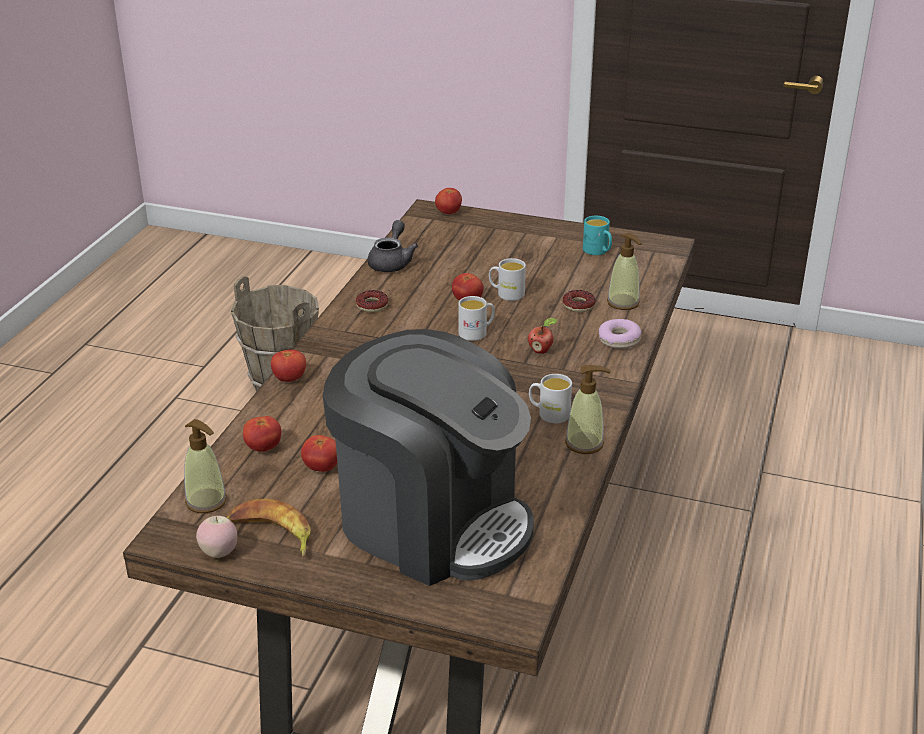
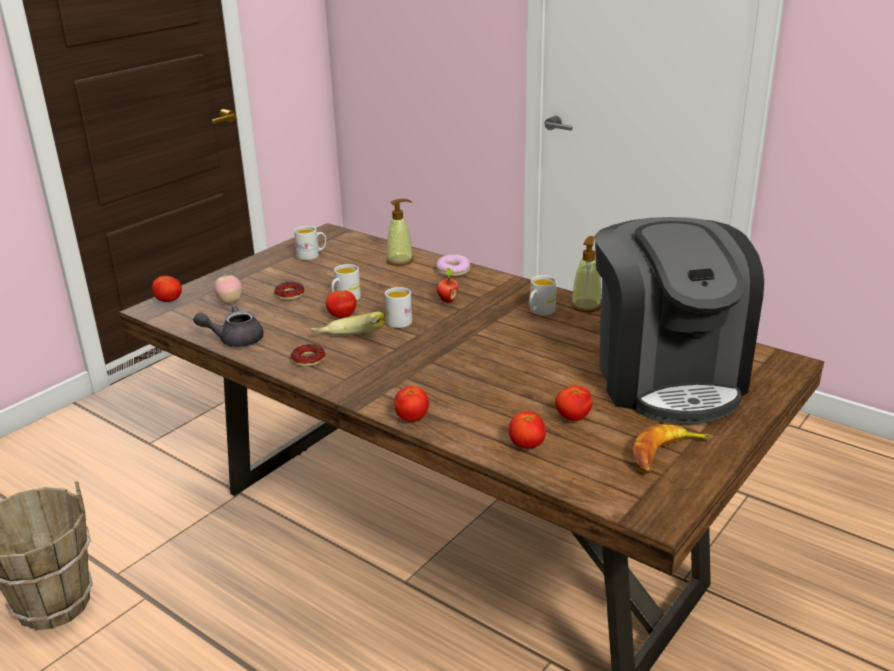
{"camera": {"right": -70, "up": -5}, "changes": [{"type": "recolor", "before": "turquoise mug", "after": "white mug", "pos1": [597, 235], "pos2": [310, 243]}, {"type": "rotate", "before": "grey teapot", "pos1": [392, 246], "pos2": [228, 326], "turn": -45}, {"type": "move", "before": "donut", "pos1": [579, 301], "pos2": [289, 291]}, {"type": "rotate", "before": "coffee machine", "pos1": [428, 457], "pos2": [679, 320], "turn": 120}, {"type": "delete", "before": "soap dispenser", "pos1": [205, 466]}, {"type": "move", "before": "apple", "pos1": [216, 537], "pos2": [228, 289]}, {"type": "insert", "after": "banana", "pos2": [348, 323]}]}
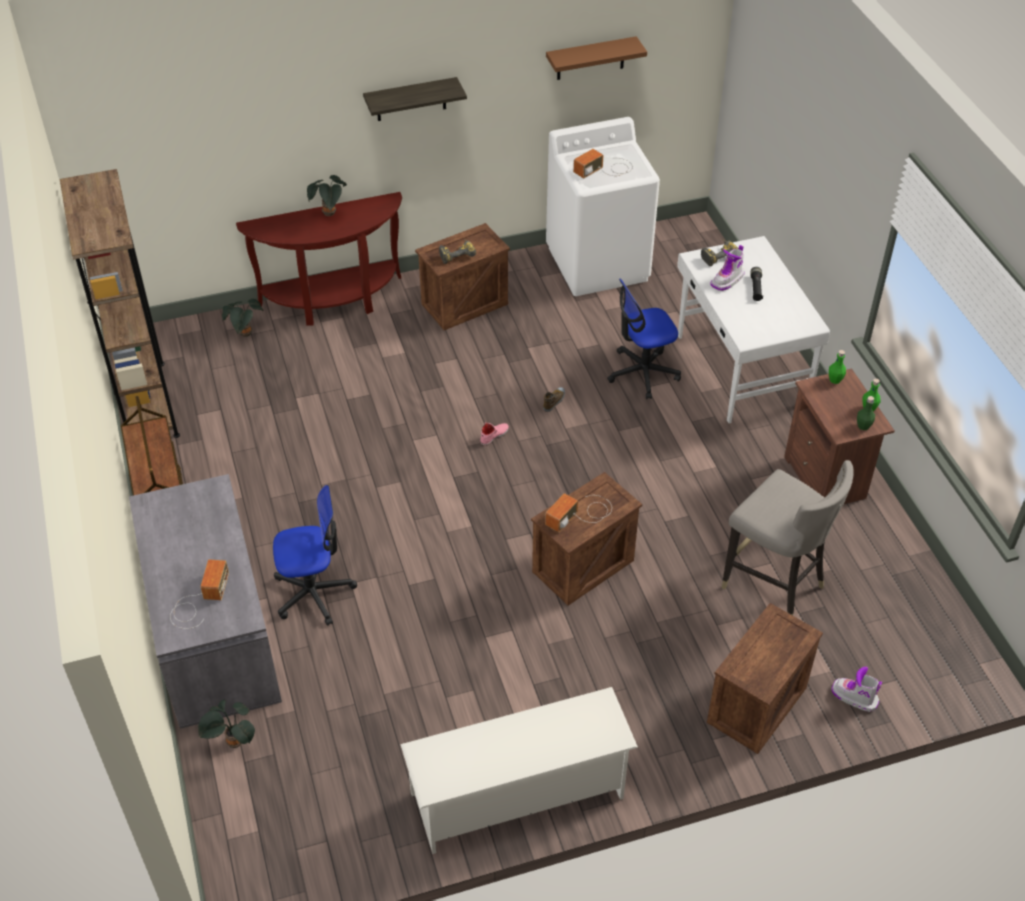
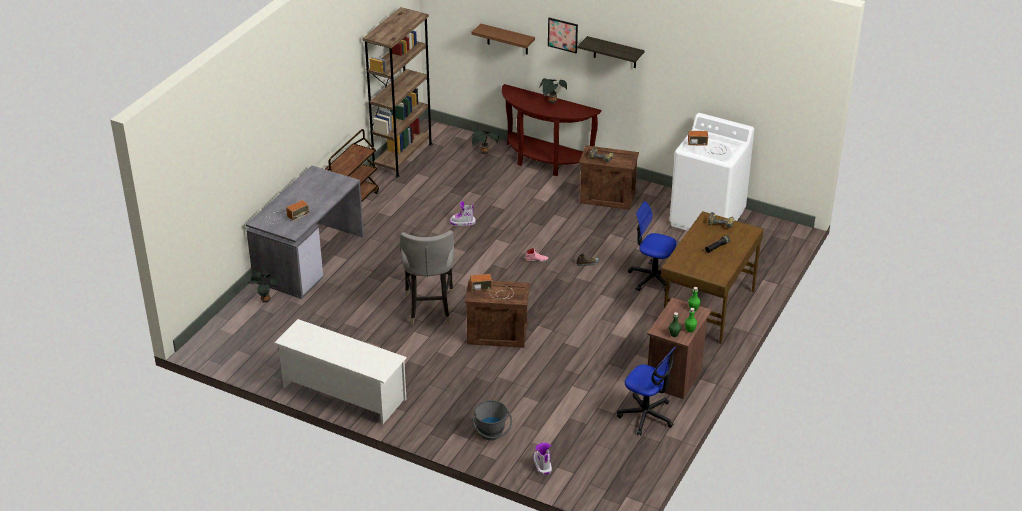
{"camera": {"right": 45, "up": -10}, "changes": [{"type": "move", "before": "brown shelf", "pos1": [596, 58], "pos2": [503, 39]}, {"type": "recolor", "before": "white desk", "after": "brown desk", "pos1": [753, 329], "pos2": [712, 277]}, {"type": "move", "before": "boot", "pos1": [727, 268], "pos2": [463, 213]}, {"type": "move", "before": "grey stool", "pos1": [787, 537], "pos2": [427, 277]}, {"type": "move", "before": "office chair", "pos1": [315, 555], "pos2": [646, 391]}, {"type": "replace", "before": "crate", "after": "grey bucket", "pos1": [765, 678], "pos2": [492, 420]}, {"type": "insert", "after": "picture", "pos2": [563, 35]}]}
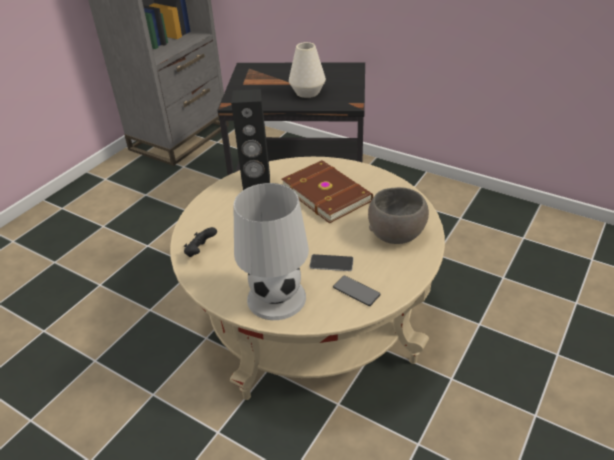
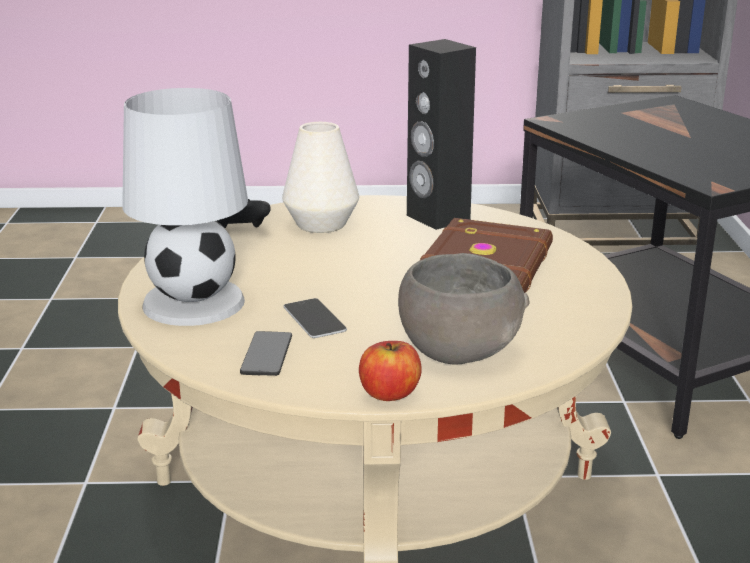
{"camera": {"right": 55, "up": -15}, "changes": [{"type": "move", "before": "white vase", "pos1": [307, 70], "pos2": [320, 177]}, {"type": "insert", "after": "apple", "pos2": [390, 371]}]}
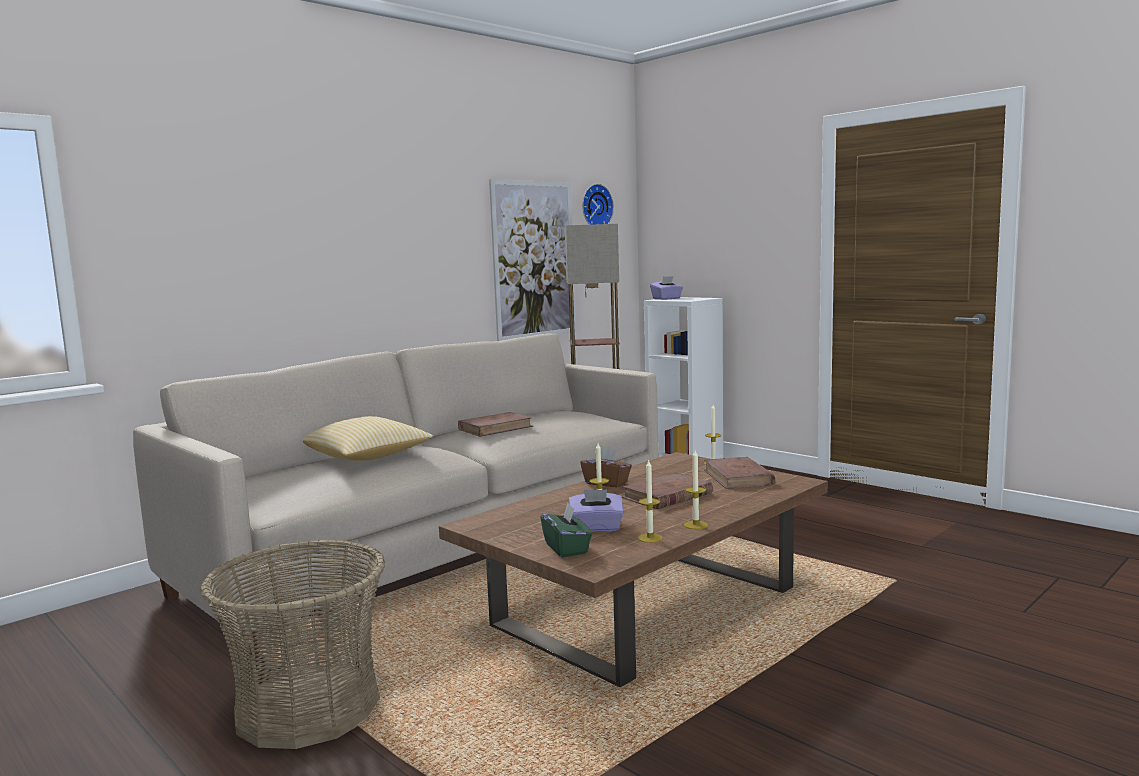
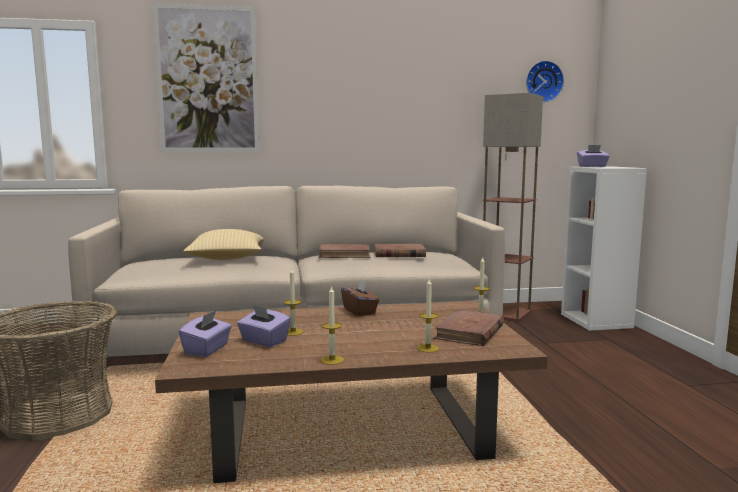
{"camera": {"right": 35, "up": 0}, "changes": [{"type": "move", "before": "picture", "pos1": [532, 260], "pos2": [206, 77]}, {"type": "move", "before": "candle", "pos1": [650, 501], "pos2": [428, 315]}, {"type": "move", "before": "brown book", "pos1": [667, 490], "pos2": [400, 250]}, {"type": "recolor", "before": "green tissue box", "after": "purple tissue box", "pos1": [566, 530], "pos2": [205, 333]}]}
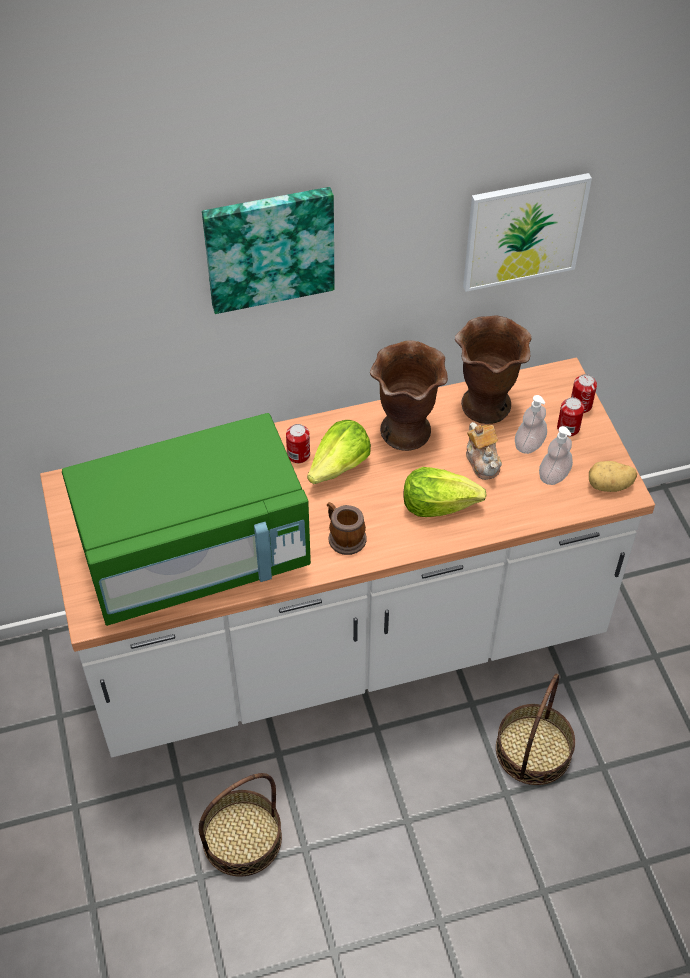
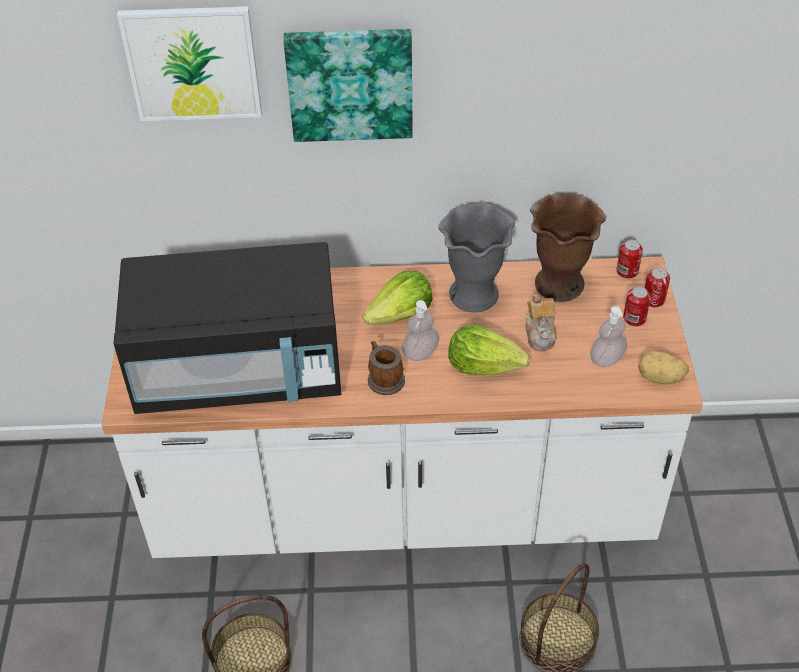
{"camera": {"right": 15, "up": -5}, "changes": [{"type": "move", "before": "picture", "pos1": [527, 232], "pos2": [189, 64]}, {"type": "recolor", "before": "brown vase", "after": "grey vase", "pos1": [409, 395], "pos2": [476, 258]}, {"type": "move", "before": "soap dispenser", "pos1": [531, 424], "pos2": [420, 330]}, {"type": "recolor", "before": "green microwave", "after": "black microwave", "pos1": [186, 519], "pos2": [227, 328]}, {"type": "move", "before": "can", "pos1": [298, 443], "pos2": [630, 259]}]}
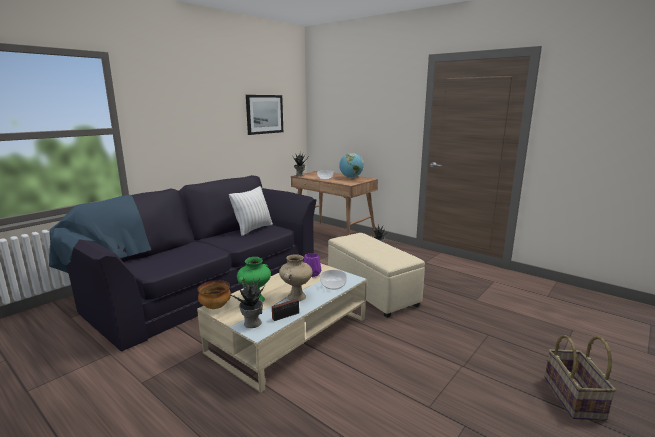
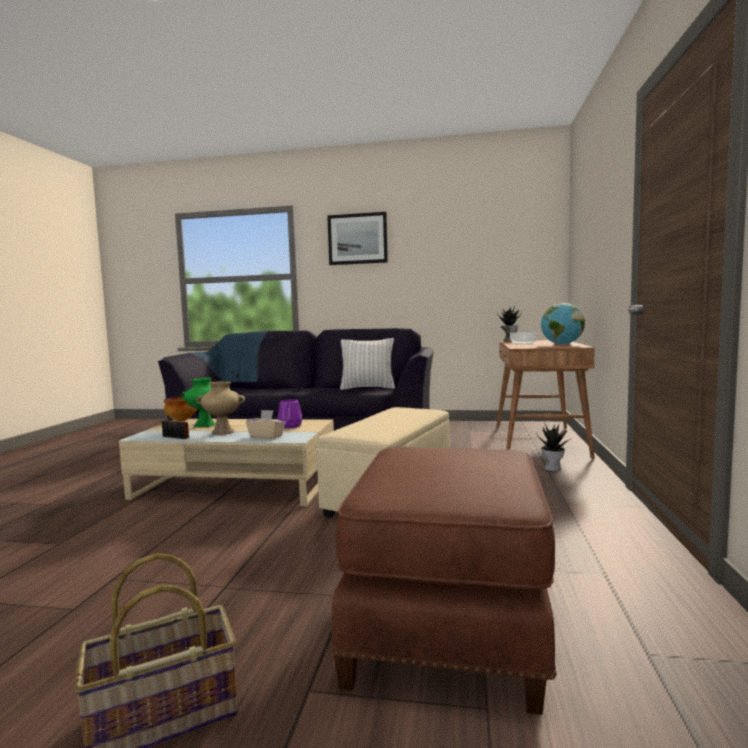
{"camera": {"right": 60, "up": -10}, "changes": [{"type": "move", "before": "picture", "pos1": [264, 115], "pos2": [357, 238]}, {"type": "replace", "before": "bowl", "after": "beige tissue box", "pos1": [333, 280], "pos2": [265, 424]}, {"type": "delete", "before": "potted plant", "pos1": [246, 303]}, {"type": "insert", "after": "brown ottoman", "pos2": [444, 581]}]}
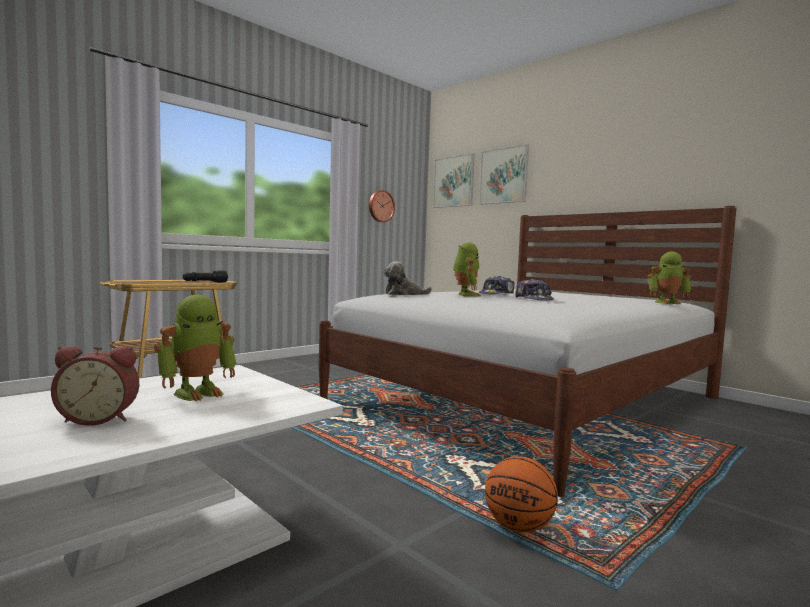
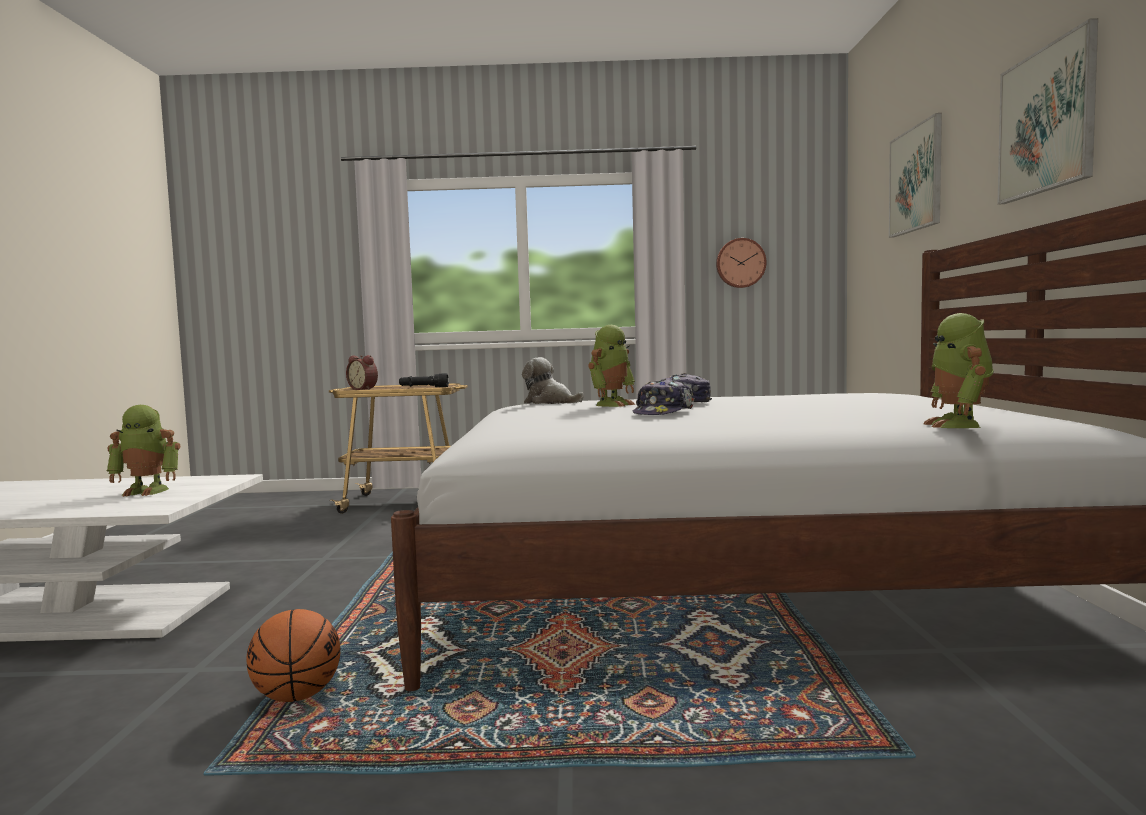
{"camera": {"right": 45, "up": 0}, "changes": [{"type": "move", "before": "picture", "pos1": [454, 180], "pos2": [1048, 111]}, {"type": "rotate", "before": "toy robot", "pos1": [670, 278], "pos2": [958, 370], "turn": 45}, {"type": "move", "before": "alarm clock", "pos1": [95, 386], "pos2": [362, 372]}]}
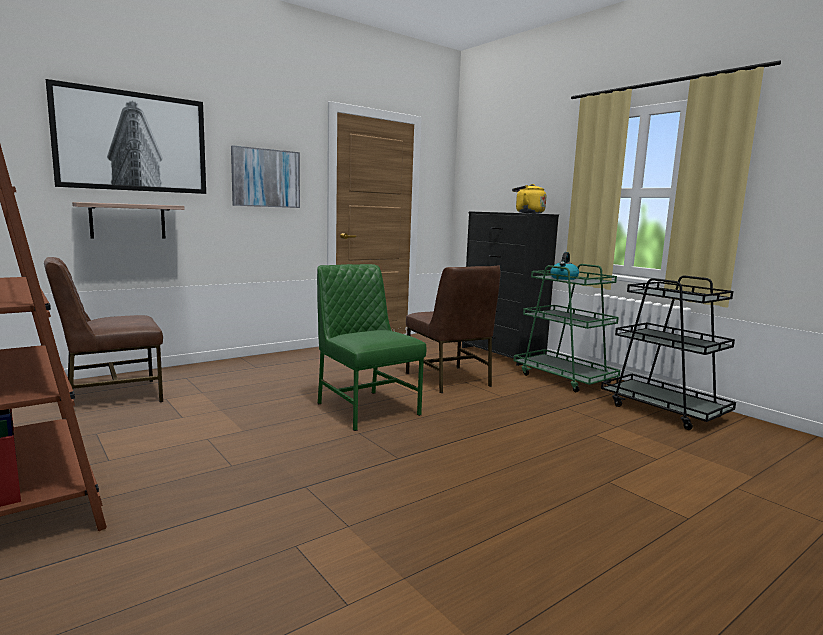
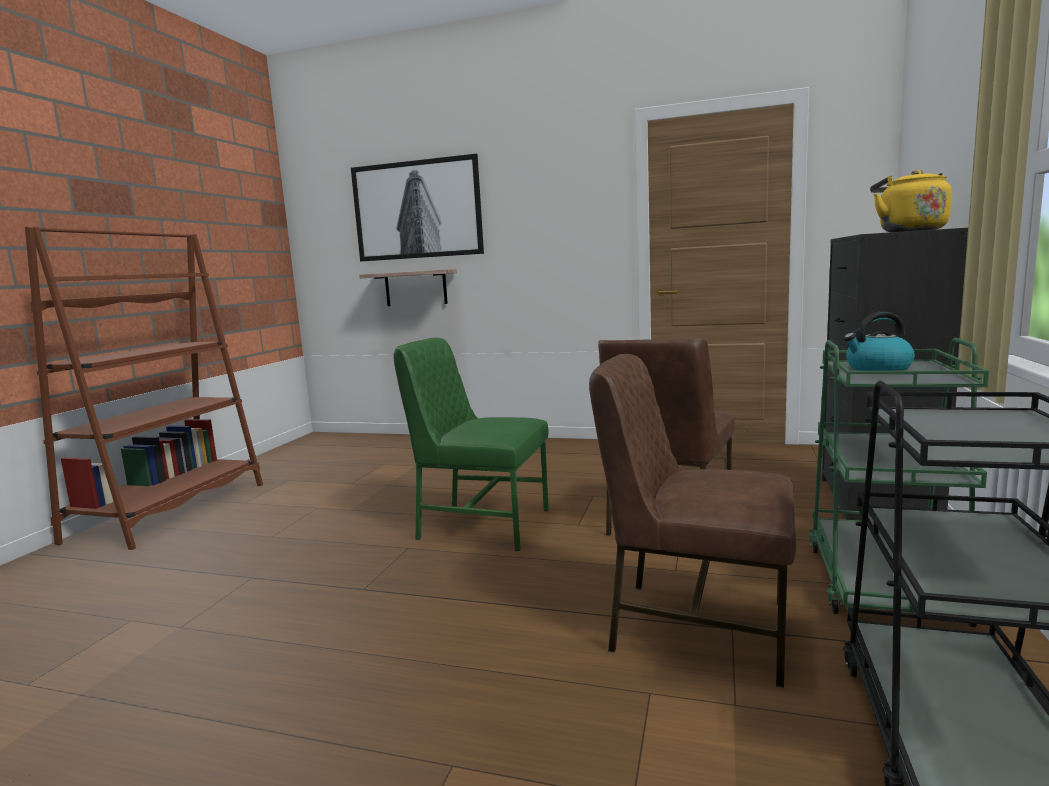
{"camera": {"right": 55, "up": 0}, "changes": [{"type": "delete", "before": "picture", "pos1": [265, 176]}, {"type": "move", "before": "brown chair", "pos1": [103, 329], "pos2": [692, 521]}, {"type": "rotate", "before": "green chair", "pos1": [371, 347], "pos2": [471, 444], "turn": -90}]}
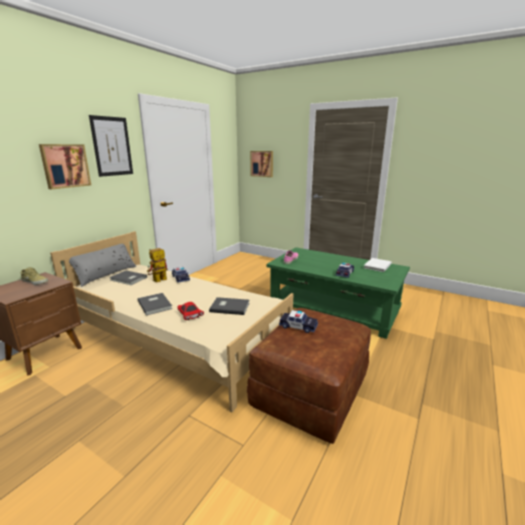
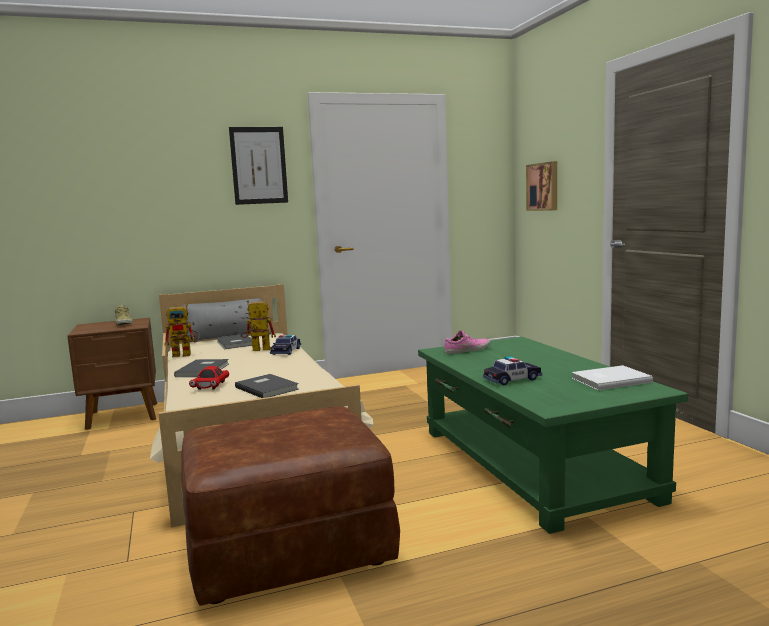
{"camera": {"right": 40, "up": -10}, "changes": [{"type": "delete", "before": "picture", "pos1": [65, 166]}, {"type": "delete", "before": "toy car", "pos1": [298, 321]}, {"type": "insert", "after": "toy robot", "pos2": [182, 331]}]}
